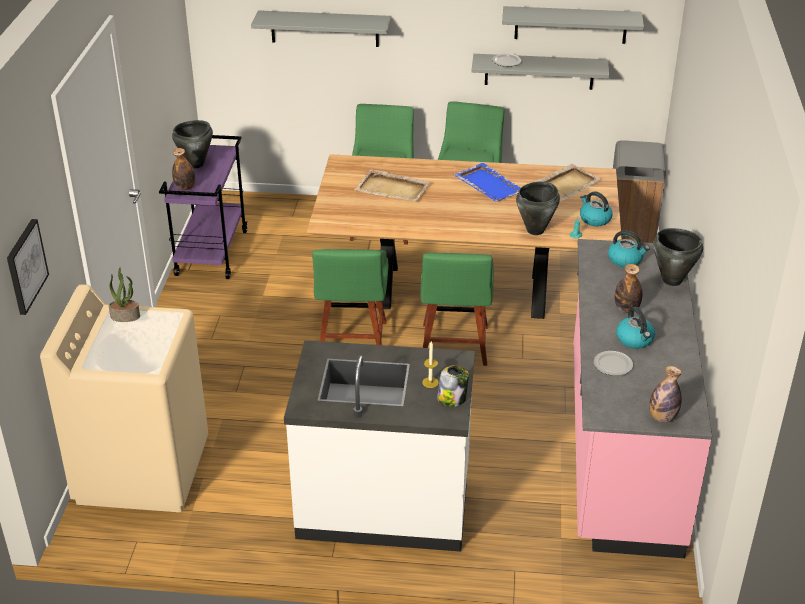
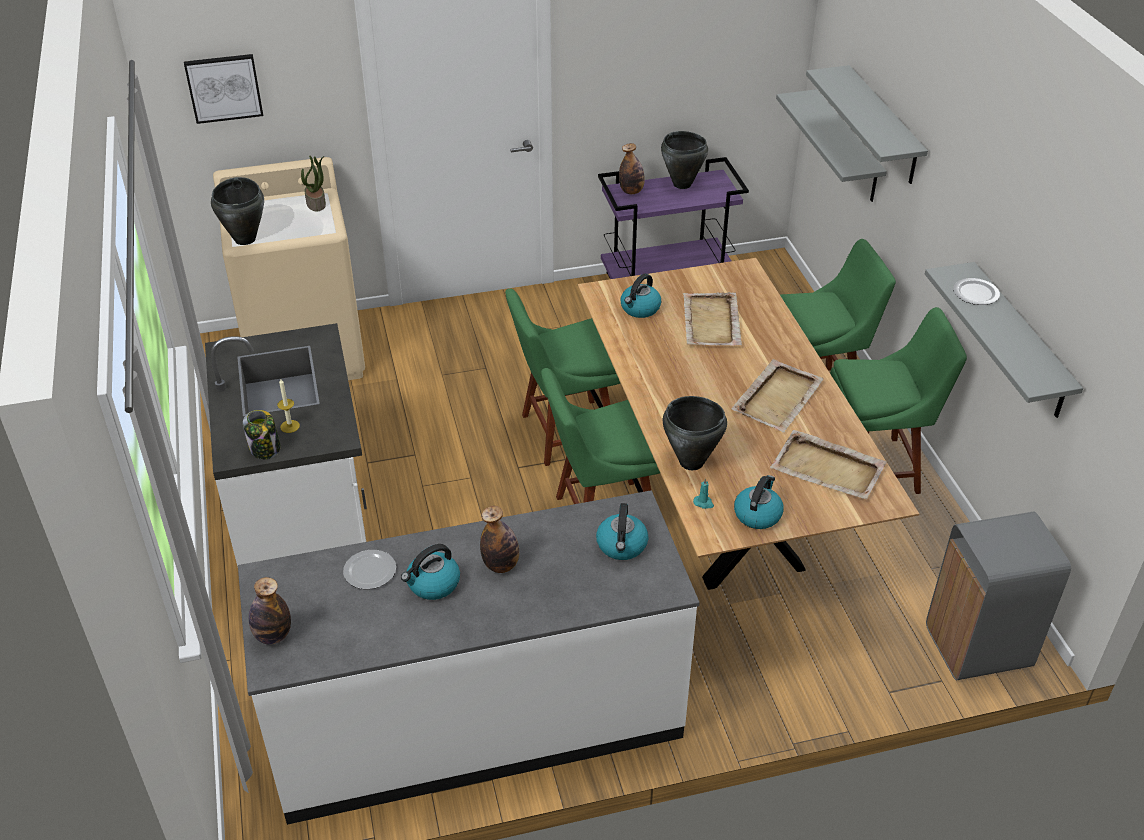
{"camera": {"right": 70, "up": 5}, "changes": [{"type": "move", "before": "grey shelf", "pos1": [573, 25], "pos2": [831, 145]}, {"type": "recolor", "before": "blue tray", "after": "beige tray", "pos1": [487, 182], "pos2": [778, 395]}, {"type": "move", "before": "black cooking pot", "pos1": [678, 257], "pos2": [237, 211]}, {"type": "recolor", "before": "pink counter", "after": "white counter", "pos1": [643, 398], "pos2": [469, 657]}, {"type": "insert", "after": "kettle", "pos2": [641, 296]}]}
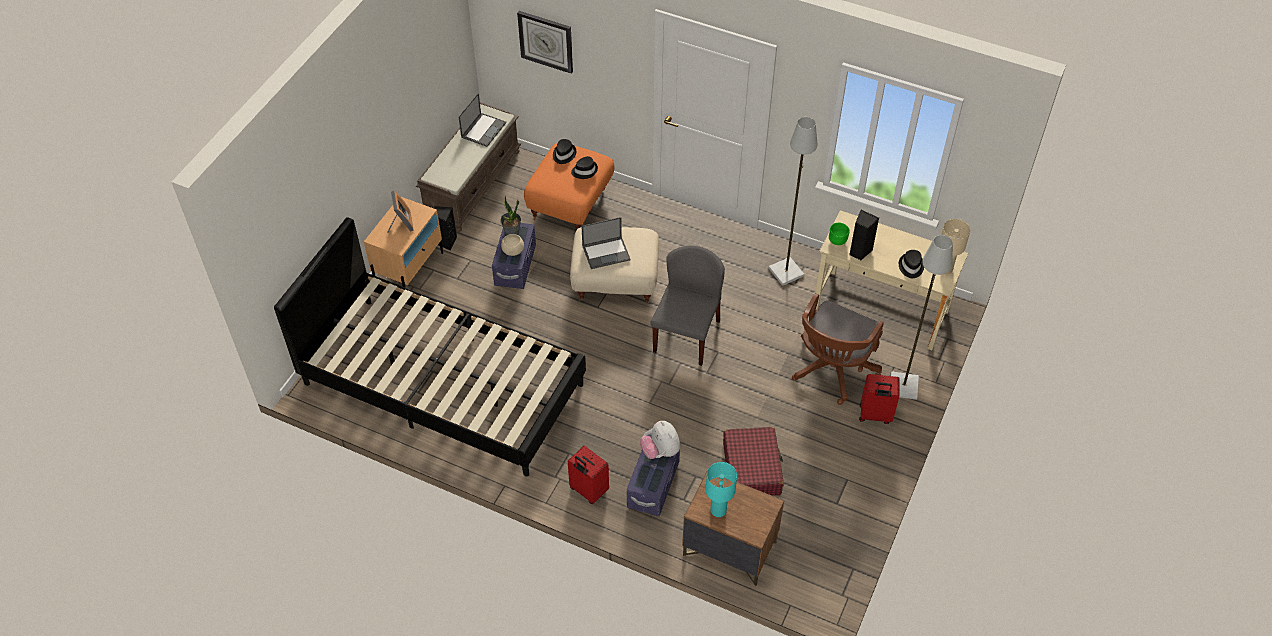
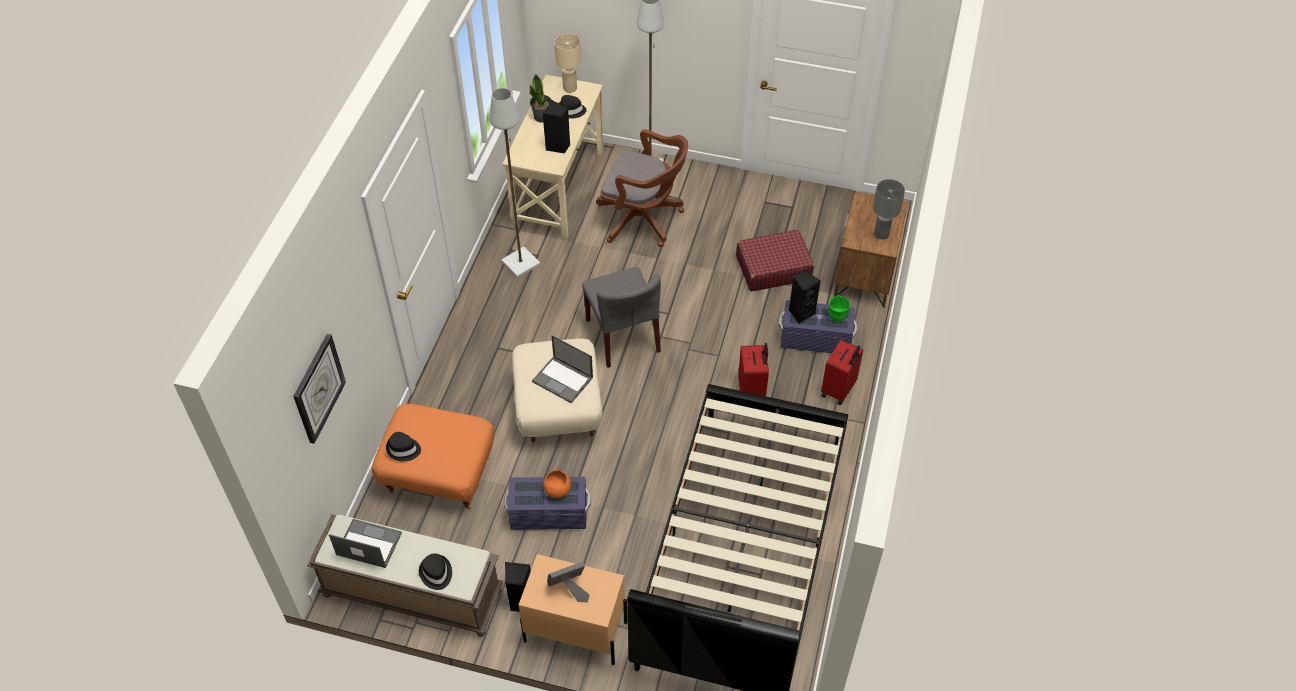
{"camera": {"right": -100, "up": 0}, "changes": [{"type": "move", "before": "black hat", "pos1": [584, 167], "pos2": [435, 571]}, {"type": "move", "before": "potted plant", "pos1": [510, 216], "pos2": [541, 98]}, {"type": "rotate", "before": "laptop", "pos1": [606, 243], "pos2": [562, 369], "turn": 150}, {"type": "move", "before": "green bowl", "pos1": [839, 234], "pos2": [839, 308]}, {"type": "recolor", "before": "beige bowl", "after": "orange bowl", "pos1": [512, 245], "pos2": [557, 484]}, {"type": "rotate", "before": "grey chair", "pos1": [687, 306], "pos2": [621, 317], "turn": -120}, {"type": "move", "before": "red suitcase", "pos1": [879, 399], "pos2": [753, 369]}, {"type": "replace", "before": "plush toy", "after": "black speaker", "pos1": [660, 440], "pos2": [805, 297]}, {"type": "recolor", "before": "turquoise table lamp", "after": "grey table lamp", "pos1": [721, 489], "pos2": [889, 209]}]}
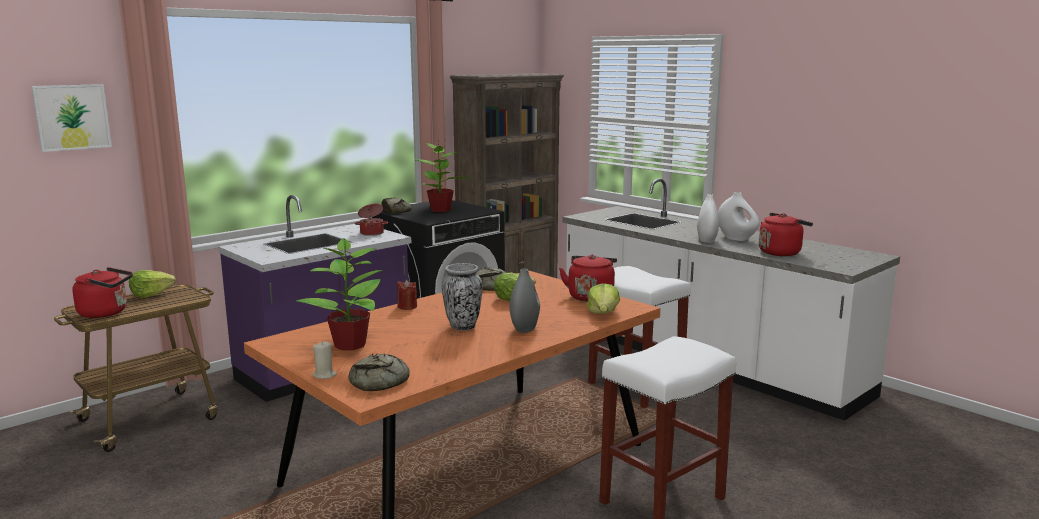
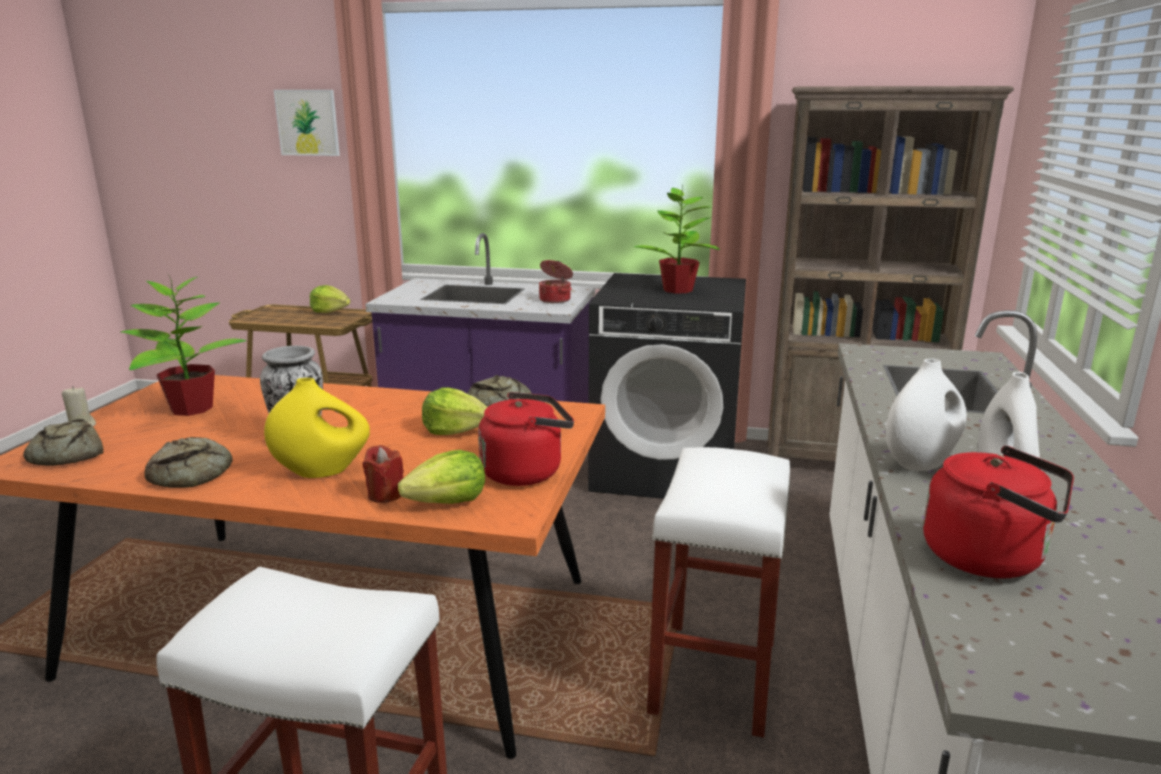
{"camera": {"right": 55, "up": 5}, "changes": [{"type": "move", "before": "bread", "pos1": [397, 206], "pos2": [188, 462]}, {"type": "delete", "before": "red kettle", "pos1": [102, 292]}, {"type": "recolor", "before": "grey vase", "after": "yellow vase", "pos1": [525, 300], "pos2": [317, 428]}, {"type": "move", "before": "red candle", "pos1": [407, 295], "pos2": [383, 474]}]}
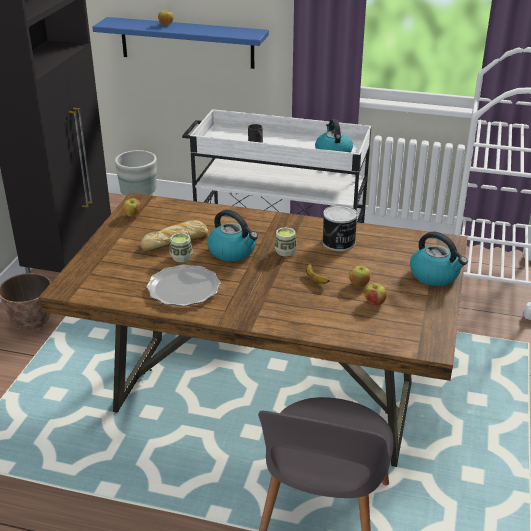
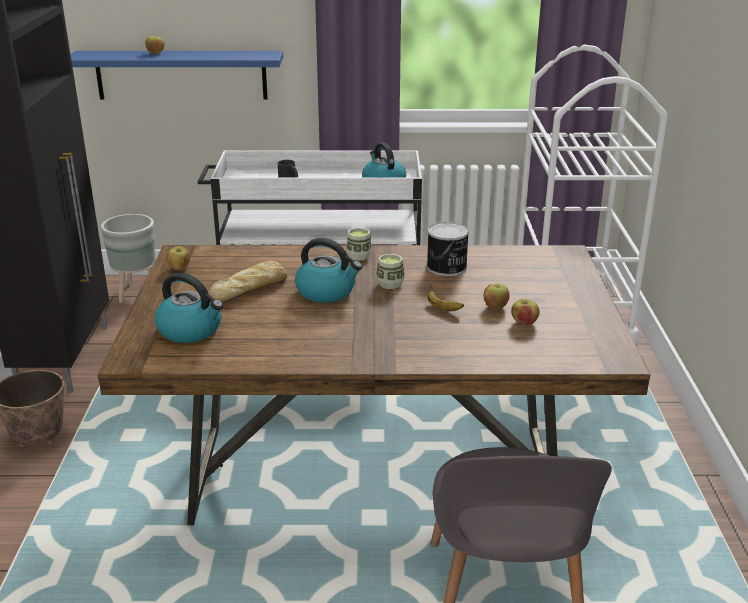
{"camera": {"right": -15, "up": -5}, "changes": [{"type": "move", "before": "kettle", "pos1": [439, 259], "pos2": [189, 308]}, {"type": "move", "before": "cup", "pos1": [181, 247], "pos2": [359, 244]}, {"type": "delete", "before": "plate", "pos1": [183, 285]}]}
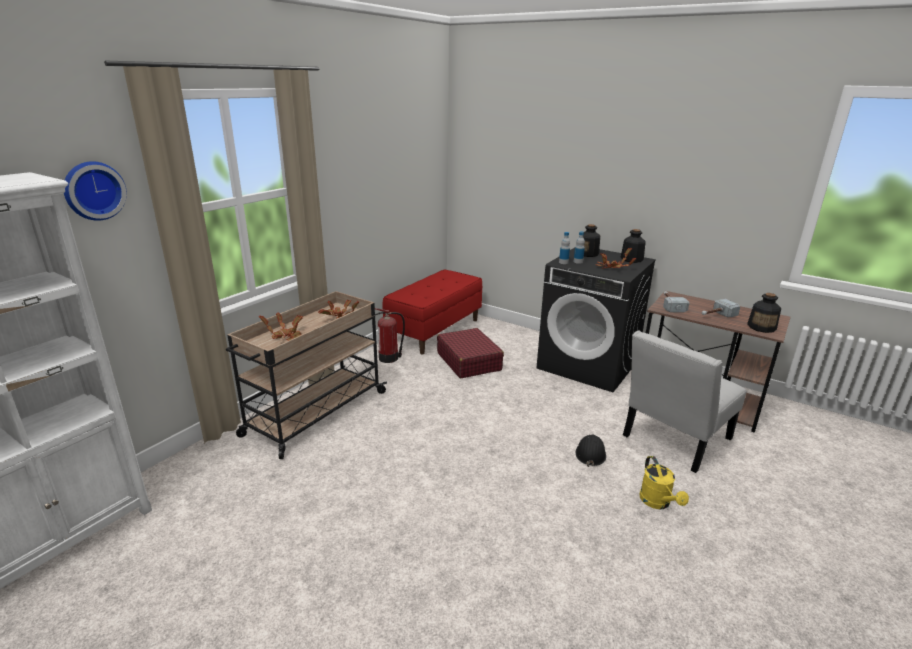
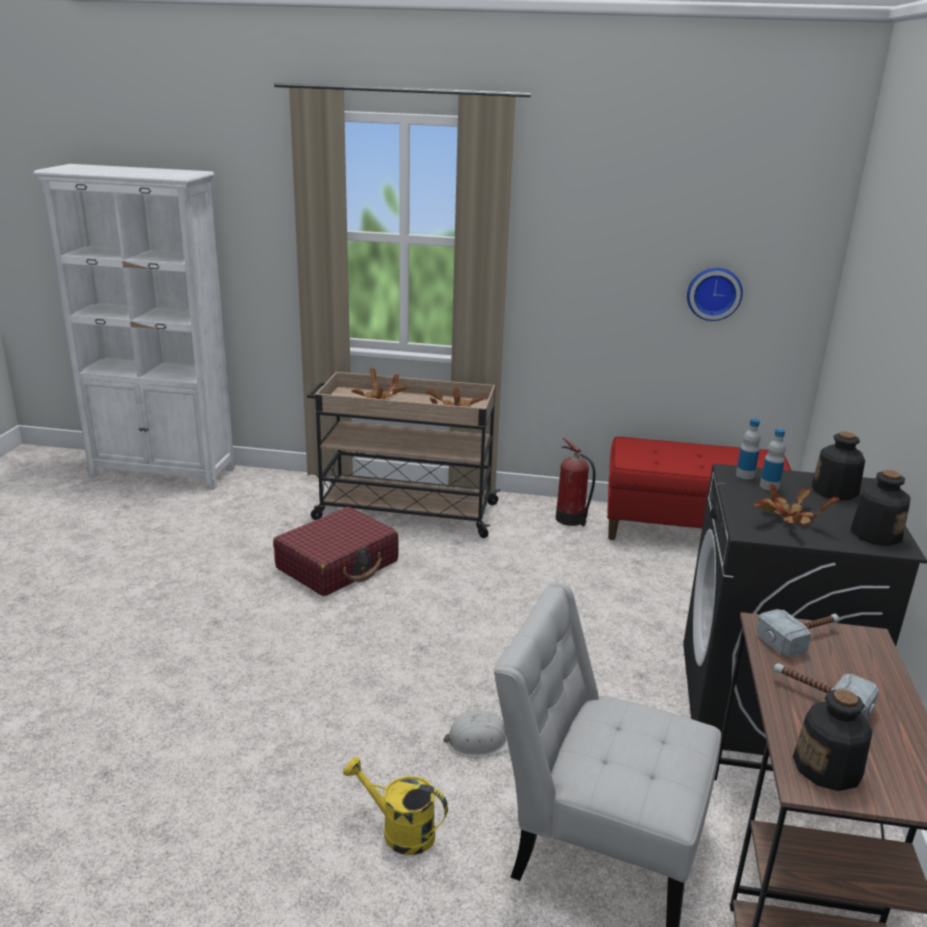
{"camera": {"right": 65, "up": 0}, "changes": [{"type": "move", "before": "wall clock", "pos1": [95, 191], "pos2": [715, 294]}, {"type": "move", "before": "red suitcase", "pos1": [470, 353], "pos2": [336, 551]}, {"type": "recolor", "before": "black hard hat", "after": "white hard hat", "pos1": [591, 450], "pos2": [476, 734]}, {"type": "rotate", "before": "yellow watering can", "pos1": [664, 482], "pos2": [395, 806], "turn": 60}]}
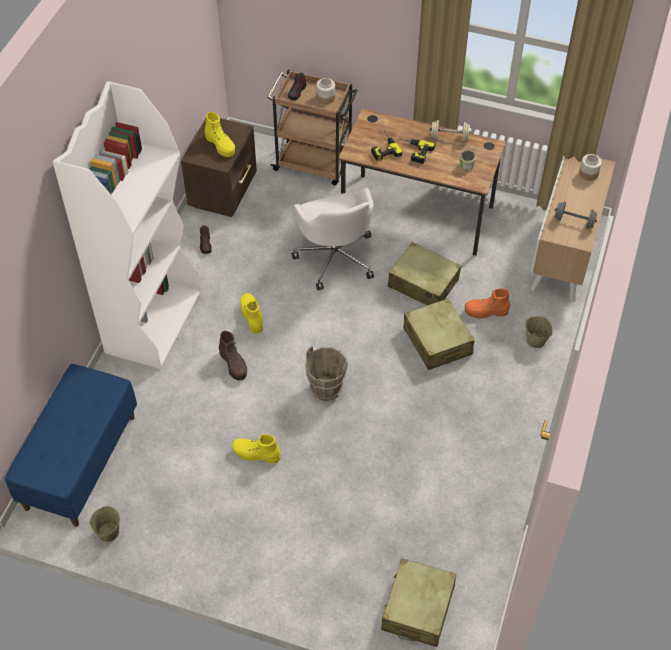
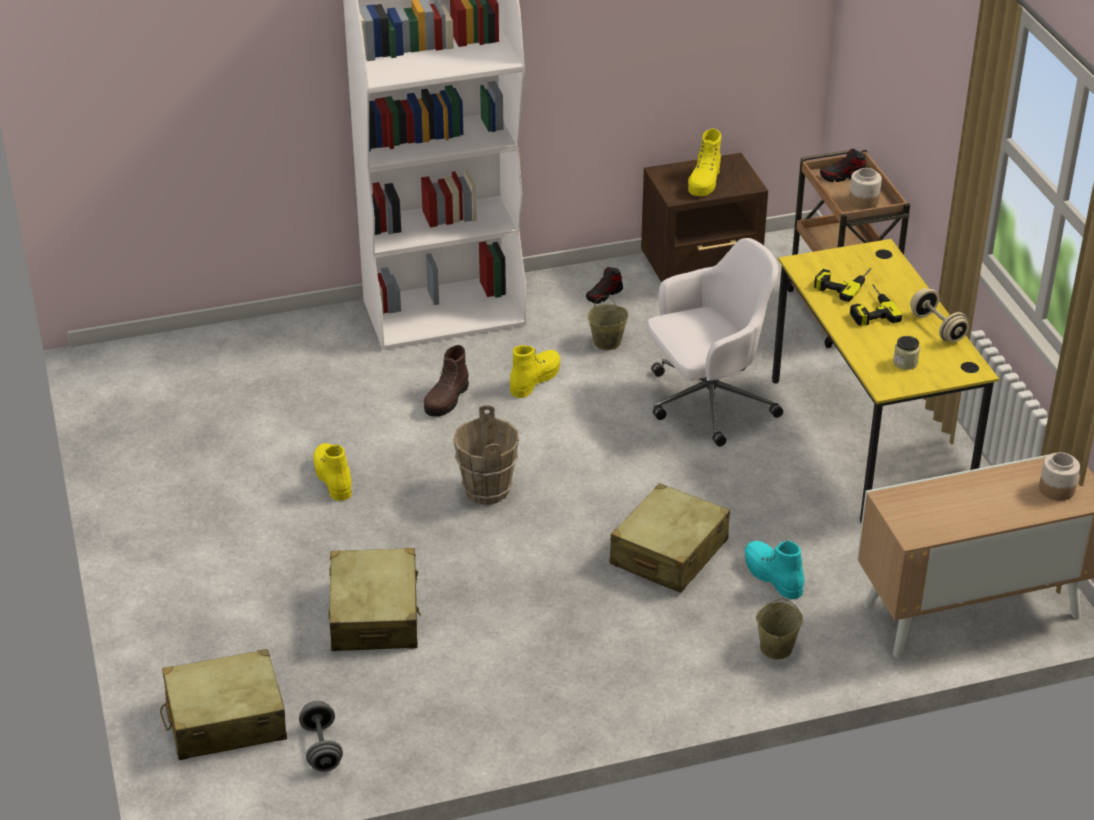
{"camera": {"right": 55, "up": -15}, "changes": [{"type": "recolor", "before": "brown desk", "after": "yellow desk", "pos1": [422, 182], "pos2": [885, 381]}, {"type": "rotate", "before": "white office chair", "pos1": [333, 238], "pos2": [715, 342], "turn": -150}, {"type": "move", "before": "grey dumbbell", "pos1": [576, 215], "pos2": [321, 736]}, {"type": "move", "before": "beige suitcase", "pos1": [424, 273], "pos2": [375, 599]}, {"type": "recolor", "before": "orange boot", "after": "turquoise boot", "pos1": [487, 303], "pos2": [775, 570]}, {"type": "delete", "before": "blue bench", "pos1": [71, 445]}, {"type": "move", "before": "beige bucket", "pos1": [105, 524], "pos2": [608, 323]}]}
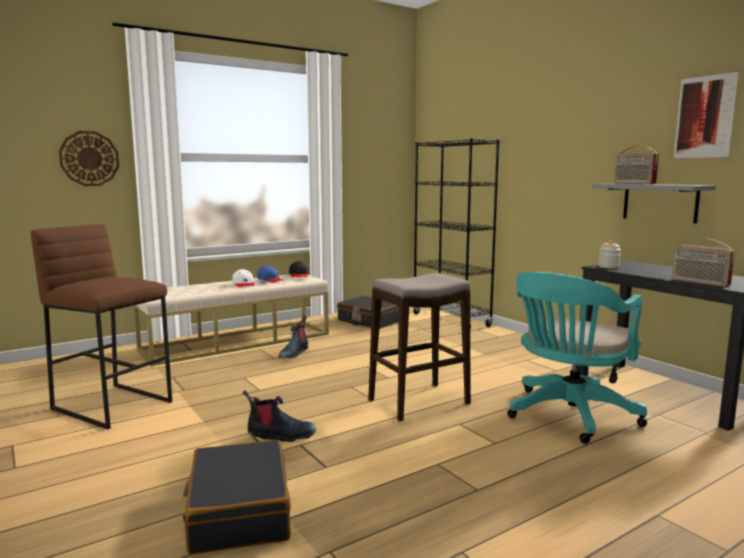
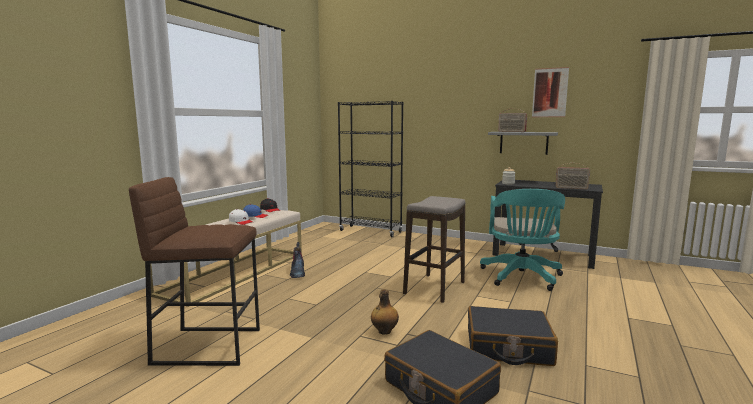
{"camera": {"right": -30, "up": 0}, "changes": [{"type": "delete", "before": "wall clock", "pos1": [89, 158]}, {"type": "move", "before": "black suitcase", "pos1": [368, 312], "pos2": [513, 336]}, {"type": "replace", "before": "boot", "after": "bottle", "pos1": [279, 416], "pos2": [385, 311]}]}
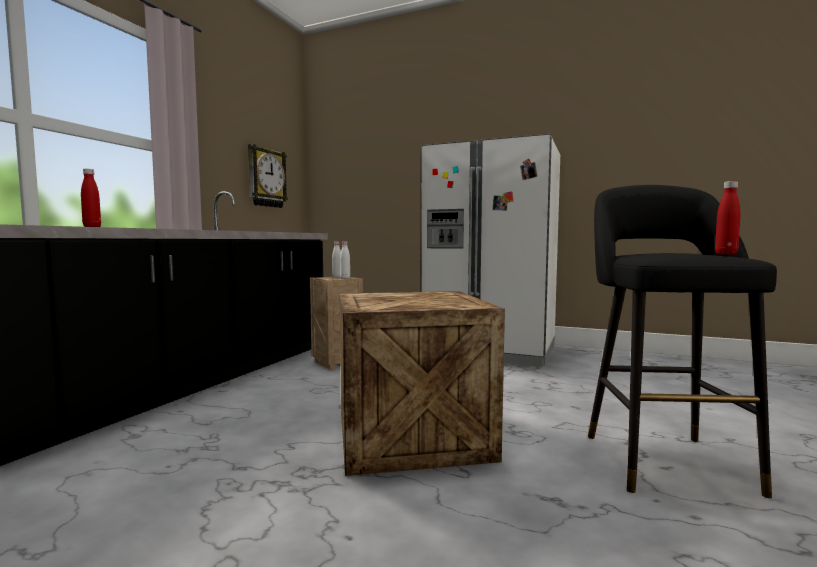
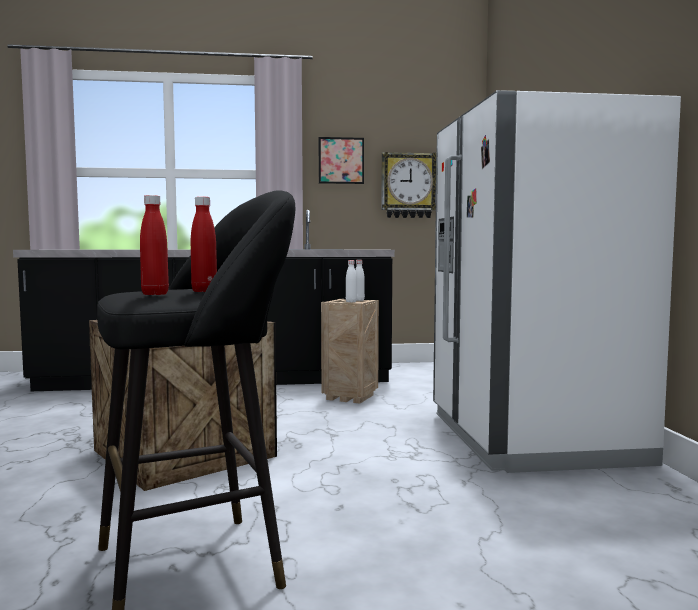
{"camera": {"right": 60, "up": 0}, "changes": [{"type": "move", "before": "red bottle", "pos1": [91, 197], "pos2": [204, 244]}, {"type": "insert", "after": "picture", "pos2": [341, 160]}]}
